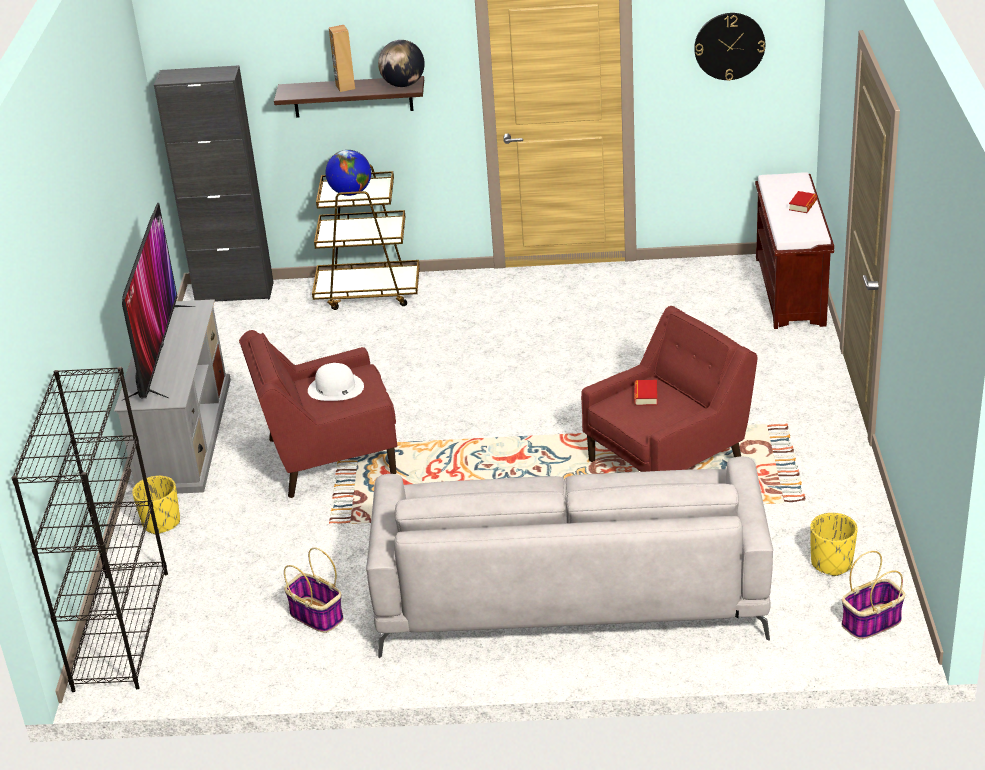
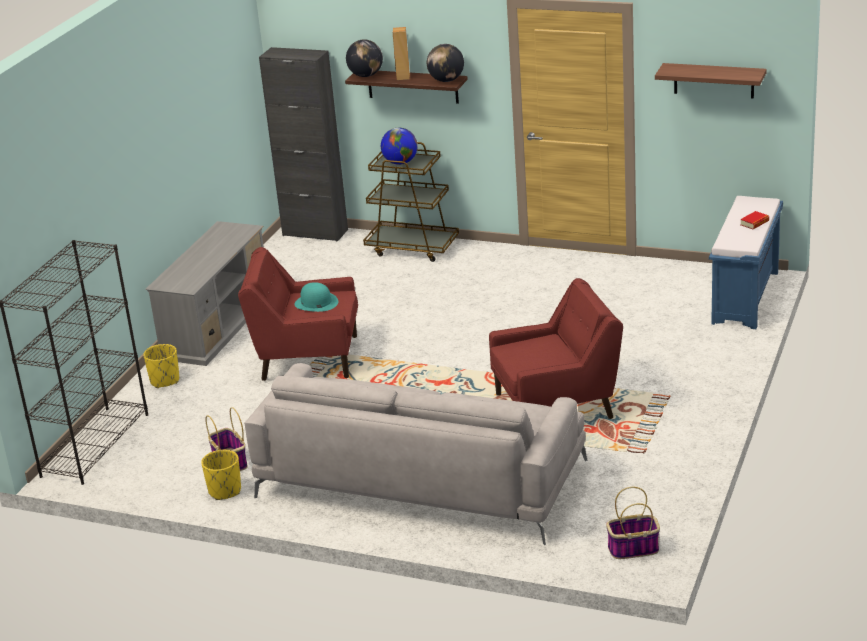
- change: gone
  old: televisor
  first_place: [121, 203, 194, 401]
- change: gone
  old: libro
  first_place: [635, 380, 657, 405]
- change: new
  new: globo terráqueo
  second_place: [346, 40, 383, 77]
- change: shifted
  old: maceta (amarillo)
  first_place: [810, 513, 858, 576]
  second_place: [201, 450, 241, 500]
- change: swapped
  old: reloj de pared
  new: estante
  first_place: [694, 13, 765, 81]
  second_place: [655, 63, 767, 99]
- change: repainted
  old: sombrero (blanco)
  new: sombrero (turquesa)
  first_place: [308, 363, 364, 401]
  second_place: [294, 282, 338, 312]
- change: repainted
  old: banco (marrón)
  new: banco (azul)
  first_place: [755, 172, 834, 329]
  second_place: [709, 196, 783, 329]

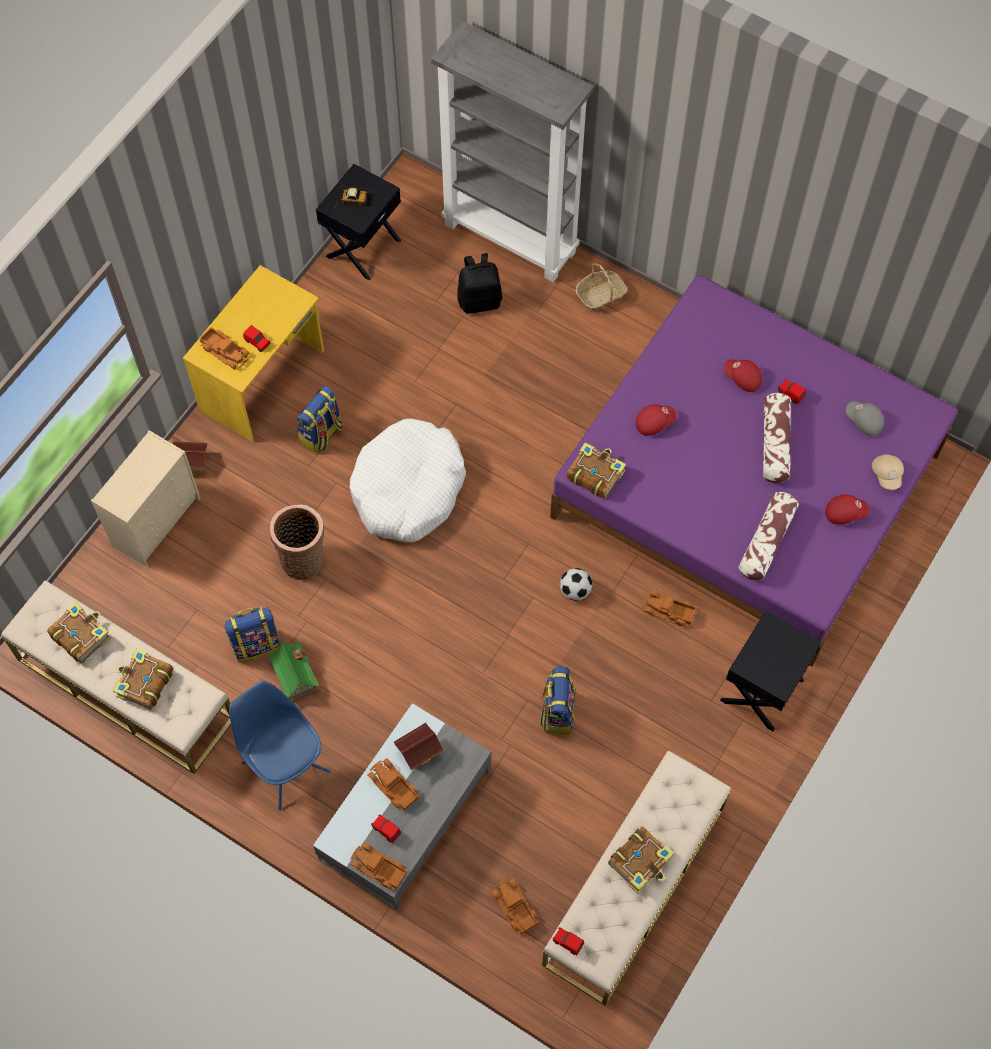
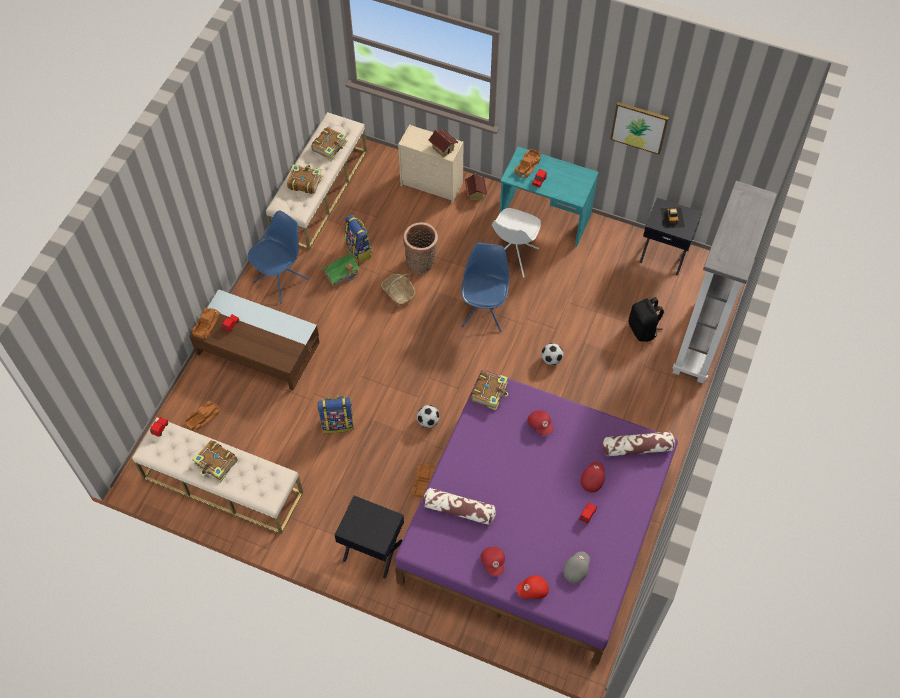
- change: gone
  old: camión de juguete
  first_place: [368, 758, 419, 811]
- change: new
  new: balón de fútbol
  second_place: [541, 343, 563, 365]
- change: new
  new: cuadro
  second_place: [610, 102, 669, 155]
- change: shifted
  old: casita
  first_place: [394, 723, 444, 770]
  second_place: [428, 130, 458, 157]
- change: shifted
  old: cesta
  first_place: [576, 263, 627, 312]
  second_place: [381, 274, 415, 305]
- change: shifted
  old: cojín
  first_place: [763, 393, 791, 483]
  second_place: [603, 431, 675, 457]
- change: swapped
  old: mochila
  new: silla (blanco)
  first_place: [297, 386, 343, 454]
  second_place: [492, 208, 541, 277]
- change: swapped
  old: cama para perro (blanco)
  new: silla (azul)
  first_place: [350, 418, 466, 542]
  second_place: [461, 243, 509, 332]
- change: repainted
  old: escritorio (amarillo)
  new: escritorio (turquesa)
  first_place: [183, 265, 324, 441]
  second_place: [500, 147, 599, 247]
- change: repainted
  old: mesa de centro (gris)
  new: mesa de centro (marrón)
  first_place: [313, 703, 491, 910]
  second_place: [189, 289, 319, 390]
- change: repainted
  old: gorra (beis)
  new: gorra (rojo)
  first_place: [872, 454, 904, 490]
  second_place: [517, 575, 549, 599]

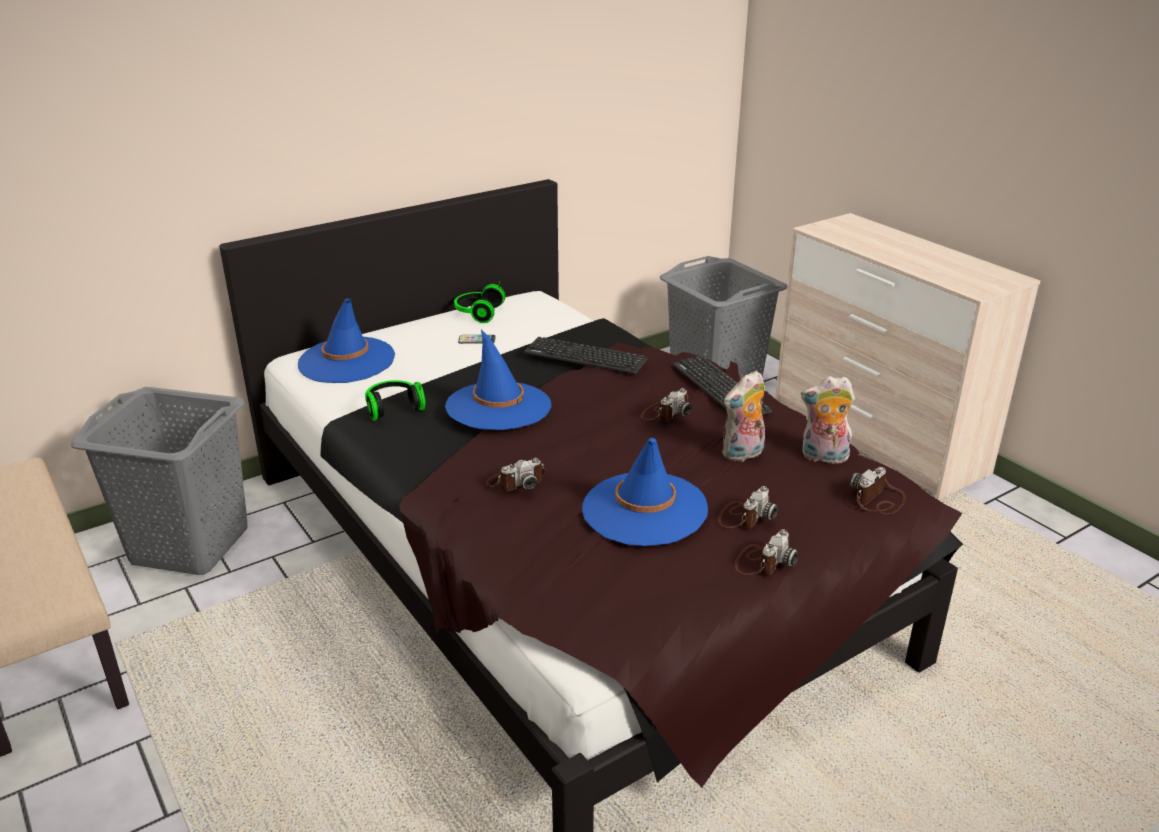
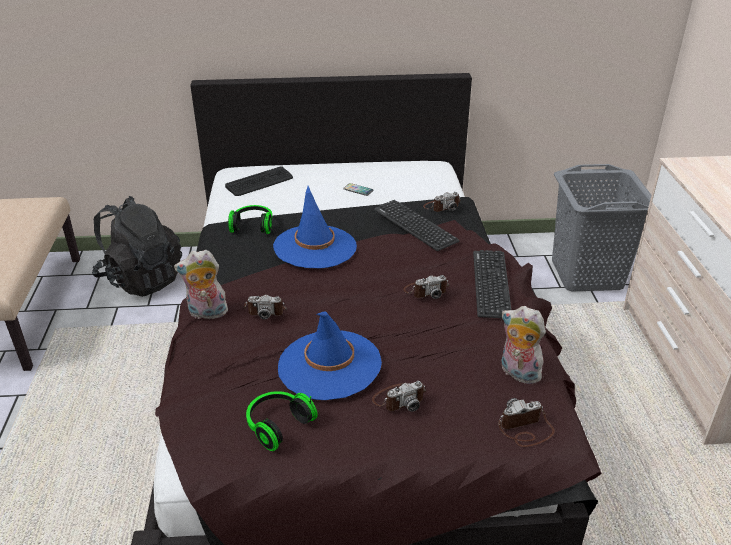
- change: shifted
  old: auriculares
  first_place: [454, 281, 505, 323]
  second_place: [246, 391, 318, 451]
- change: shifted
  old: peluche
  first_place: [722, 371, 765, 462]
  second_place: [174, 250, 231, 319]
- change: shifted
  old: cámara
  first_place: [735, 529, 799, 575]
  second_place: [423, 192, 461, 212]
- change: swapped
  old: cesto de la ropa (gris)
  new: mochila (negro)
  first_place: [70, 387, 248, 575]
  second_place: [92, 196, 182, 297]
- change: swapped
  old: sombrero (azul)
  new: teclado
  first_place: [298, 299, 395, 383]
  second_place: [225, 166, 293, 196]

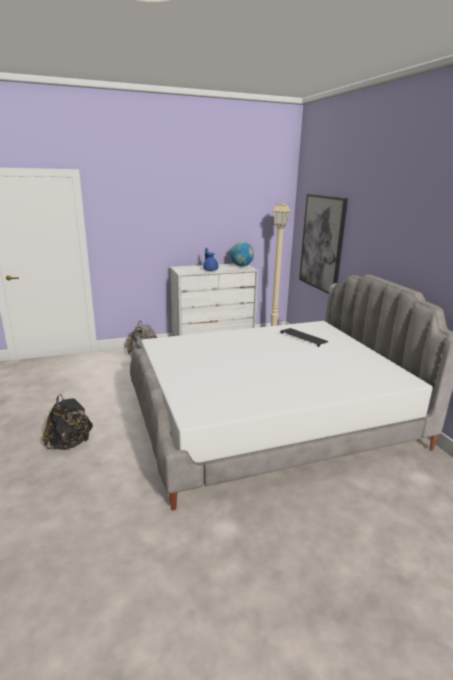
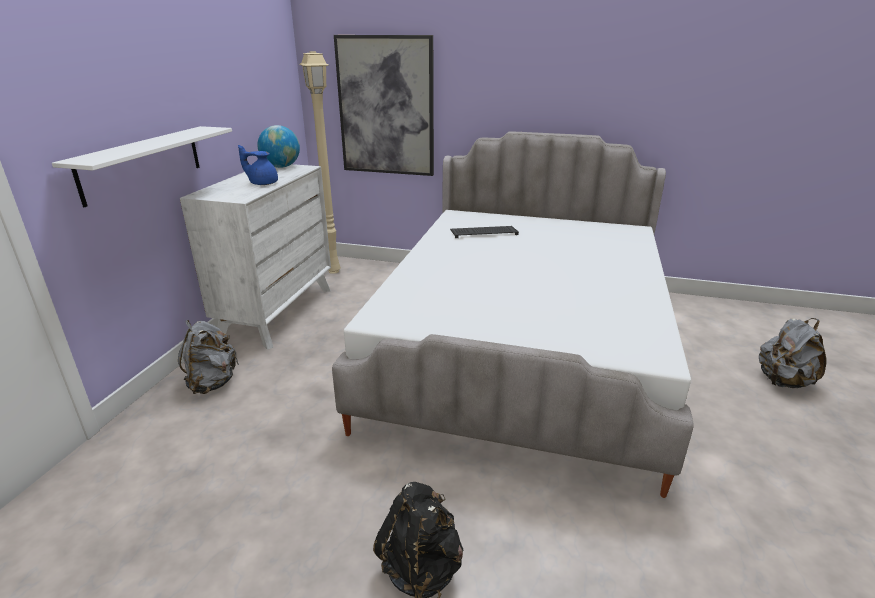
- change: new
  new: estante (blanco)
  second_place: [52, 126, 232, 207]
- change: new
  new: mochila (gris)
  second_place: [759, 318, 826, 388]

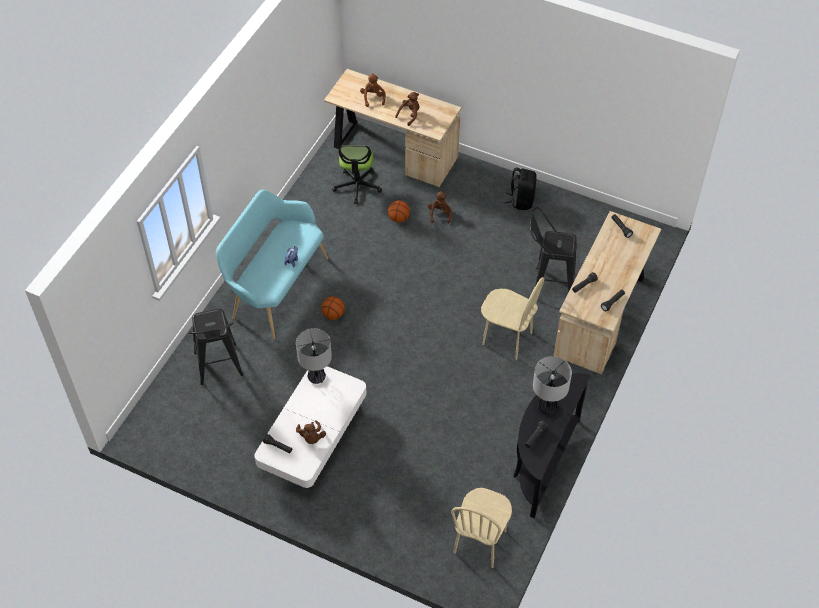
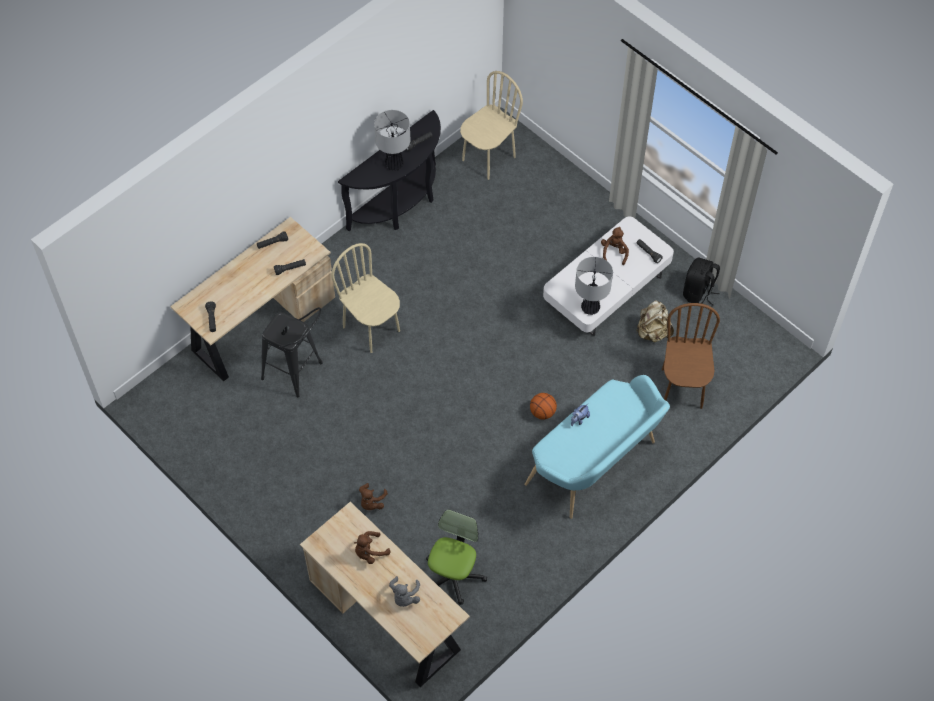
- change: gone
  old: balón de baloncesto
  first_place: [388, 200, 410, 223]
- change: new
  new: mochila (beis)
  second_place: [636, 300, 674, 343]
- change: shifted
  old: mochila (negro)
  first_place: [505, 167, 536, 210]
  second_place: [683, 258, 720, 306]
- change: swapped
  old: taburete (negro)
  new: silla (marrón)
  first_place: [188, 309, 243, 385]
  second_place: [662, 303, 720, 409]
- change: repainted
  old: peluche (marrón)
  new: peluche (gris)
  first_place: [360, 74, 386, 107]
  second_place: [389, 576, 420, 607]

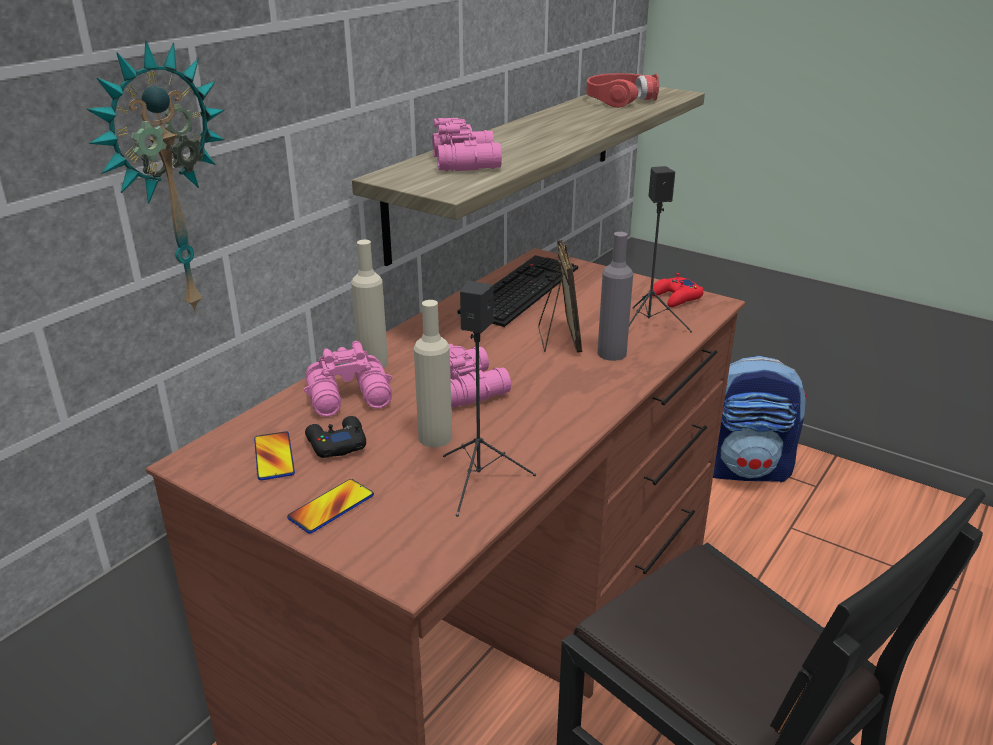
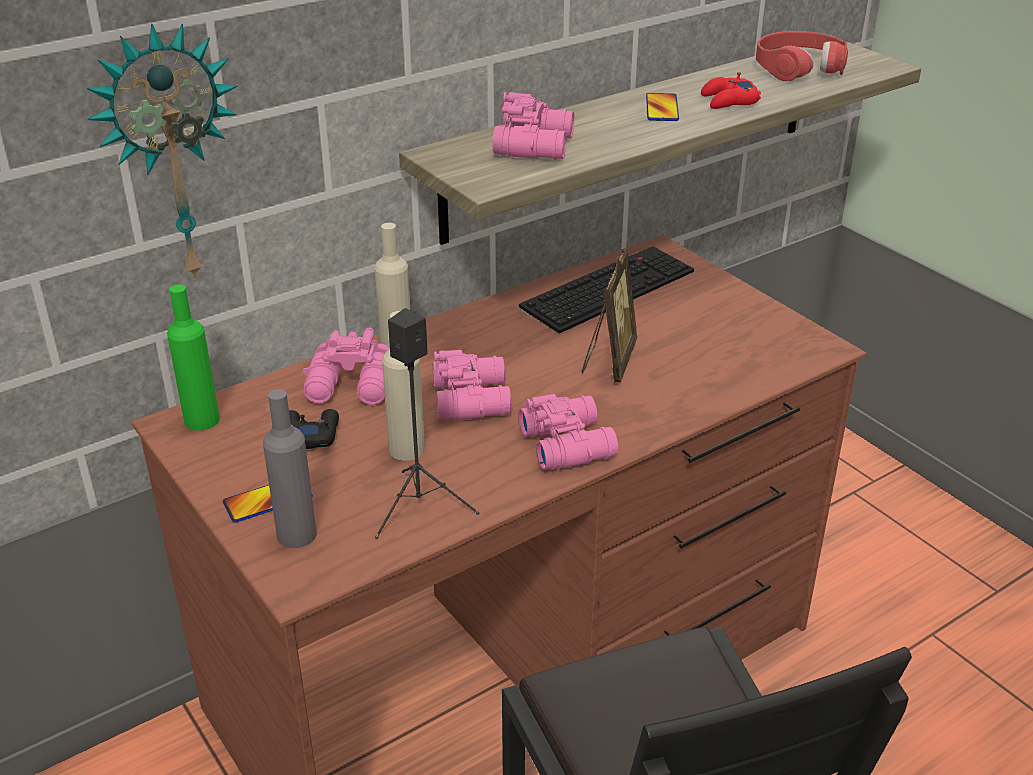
- change: gone
  old: altavoz (negro)
  first_place: [629, 166, 692, 333]
- change: gone
  old: mochila
  first_place: [713, 356, 807, 483]
- change: new
  new: botella (verde)
  second_place: [167, 285, 220, 431]
- change: new
  new: prismáticos (rosa)
  second_place: [519, 394, 618, 470]
- change: shifted
  old: móvil
  first_place: [254, 431, 295, 480]
  second_place: [646, 93, 679, 121]
- change: shifted
  old: botella (gris)
  first_place: [597, 232, 633, 361]
  second_place: [263, 389, 317, 548]
- change: shifted
  old: mando de consola (rojo)
  first_place: [652, 273, 704, 307]
  second_place: [701, 72, 761, 109]

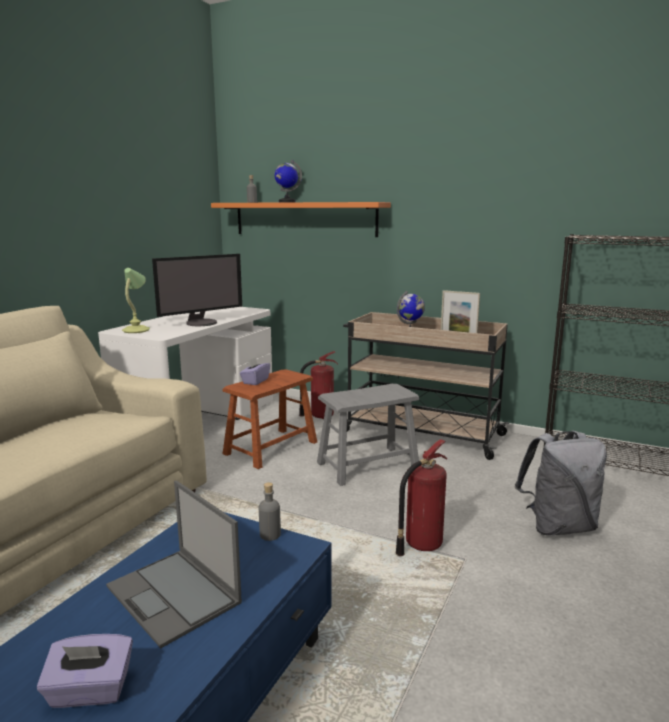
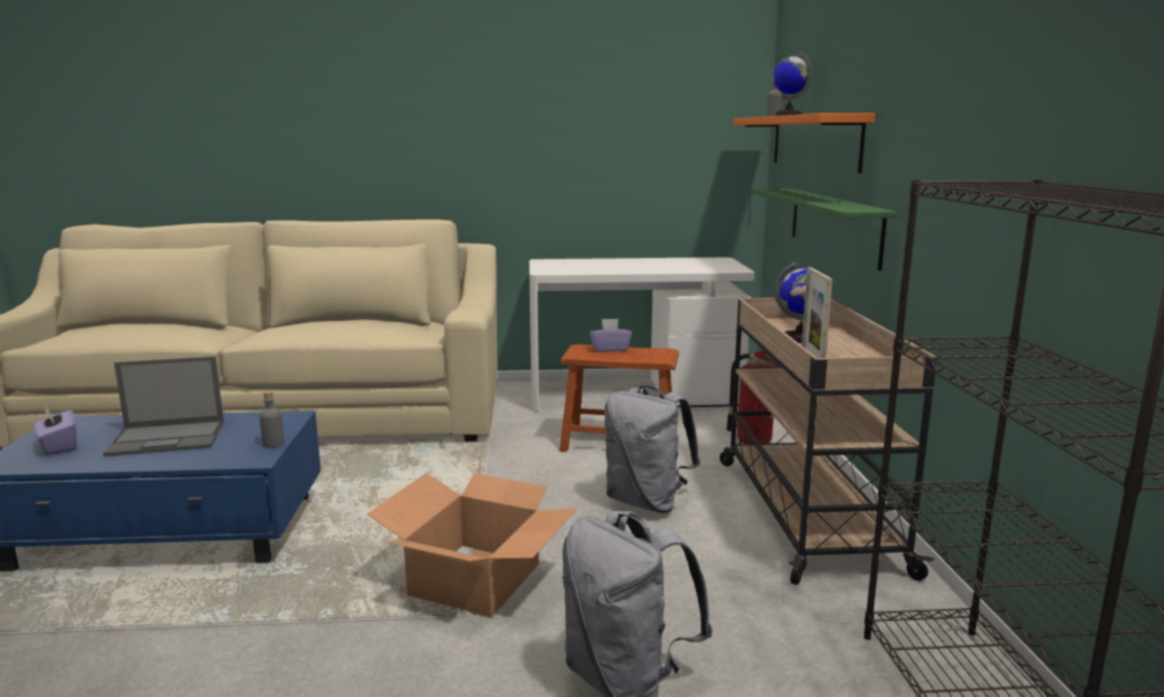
- change: gone
  old: lámpara de mesa
  first_place: [122, 268, 150, 333]
- change: gone
  old: monitor
  first_place: [152, 254, 242, 326]
- change: new
  new: estante (verde)
  second_place: [752, 189, 898, 271]
- change: swapped
  old: taburete (gris)
  new: mochila (gris)
  first_place: [317, 384, 419, 486]
  second_place: [605, 386, 700, 513]
- change: swapped
  old: extintor
  new: caja de cartón
  first_place: [396, 439, 447, 556]
  second_place: [367, 473, 577, 618]
- change: rotated
  old: portátil
  first_place: [106, 480, 242, 648]
  second_place: [103, 356, 224, 456]
  degrees: -120

